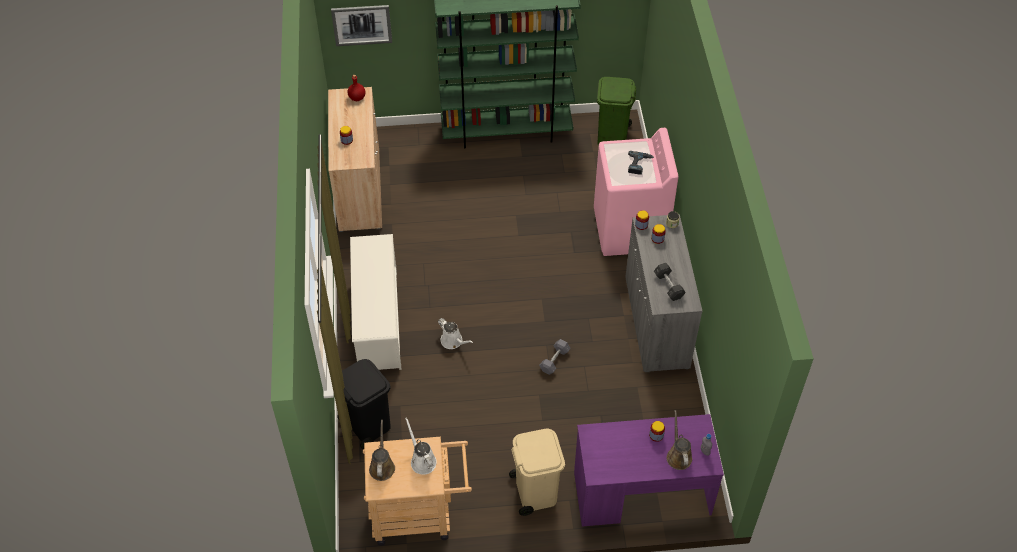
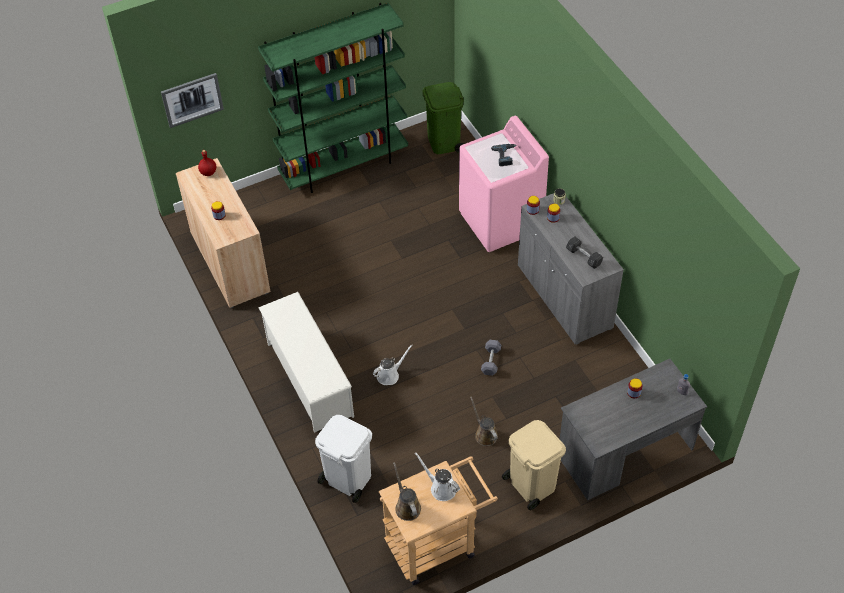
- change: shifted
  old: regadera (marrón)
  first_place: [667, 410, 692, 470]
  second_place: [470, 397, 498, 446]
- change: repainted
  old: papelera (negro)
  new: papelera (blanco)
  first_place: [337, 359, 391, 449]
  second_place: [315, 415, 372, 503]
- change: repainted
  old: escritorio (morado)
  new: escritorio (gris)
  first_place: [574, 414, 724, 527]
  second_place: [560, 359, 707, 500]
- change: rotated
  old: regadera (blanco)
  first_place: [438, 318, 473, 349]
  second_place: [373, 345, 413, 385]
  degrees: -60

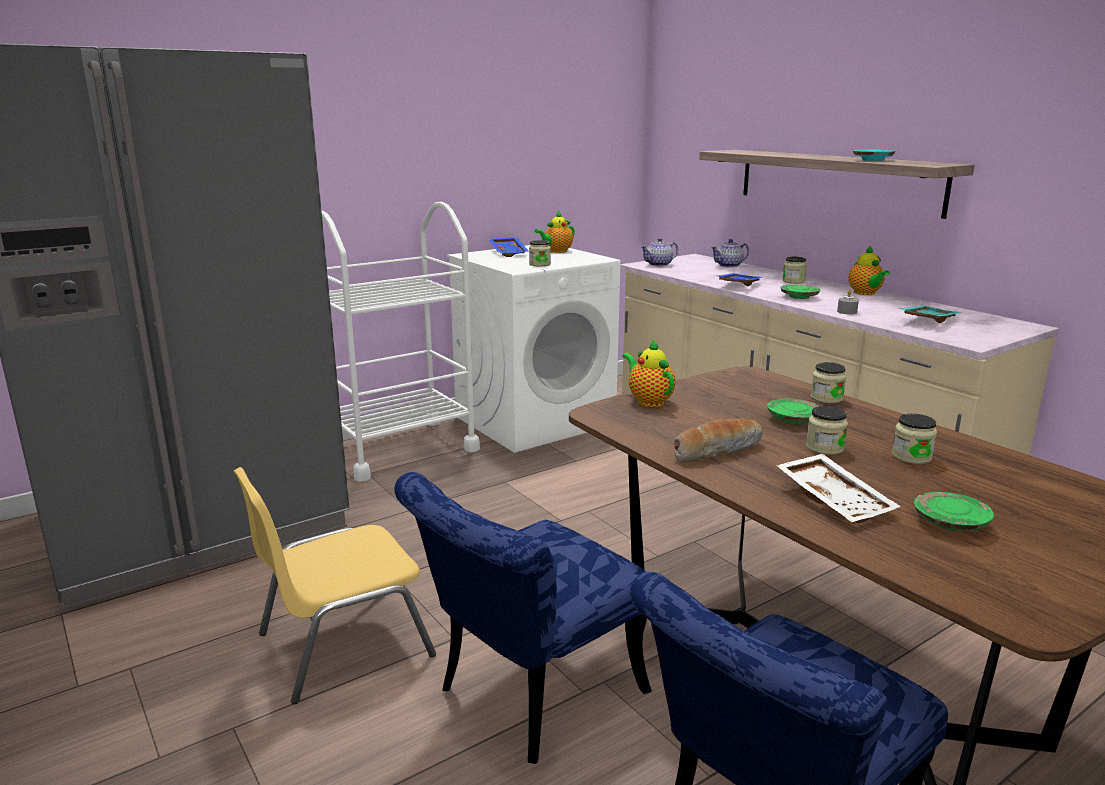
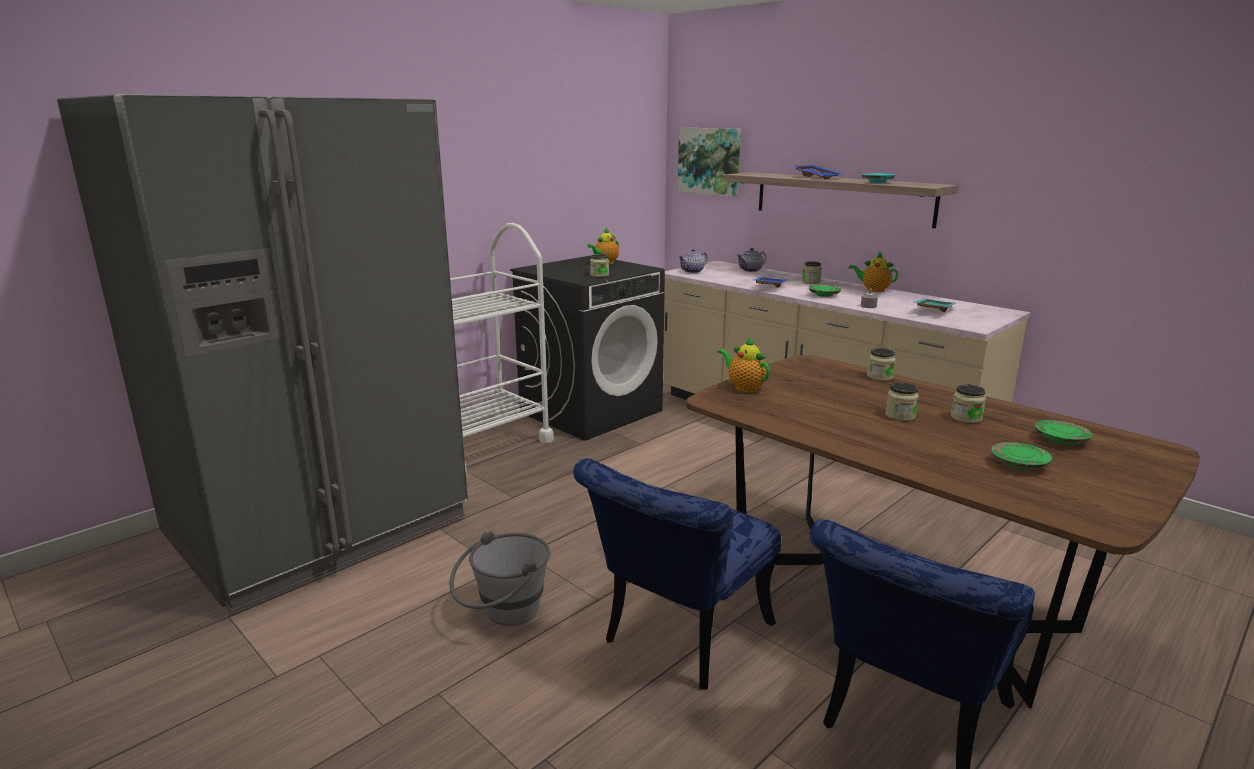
- change: gone
  old: pan
  first_place: [674, 418, 763, 463]
- change: gone
  old: bandeja (blanco)
  first_place: [776, 454, 901, 523]
- change: new
  new: cuadro
  second_place: [678, 128, 741, 197]
- change: shifted
  old: bandeja (azul)
  first_place: [489, 237, 529, 257]
  second_place: [792, 165, 843, 179]
- change: shifted
  old: plato (verde)
  first_place: [767, 398, 818, 424]
  second_place: [1035, 420, 1093, 445]
- change: swapped
  old: silla (amarillo)
  new: cubo (gris)
  first_place: [233, 467, 436, 704]
  second_place: [450, 530, 550, 626]
- change: repainted
  old: lavadora (blanco)
  new: lavadora (negro)
  first_place: [447, 245, 621, 453]
  second_place: [510, 256, 665, 441]
- change: rotated
  old: tetera
  first_place: [848, 246, 890, 295]
  second_place: [849, 252, 898, 292]
  degrees: 135

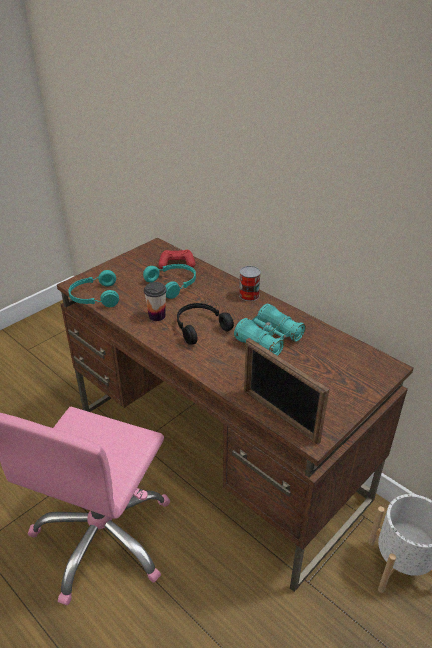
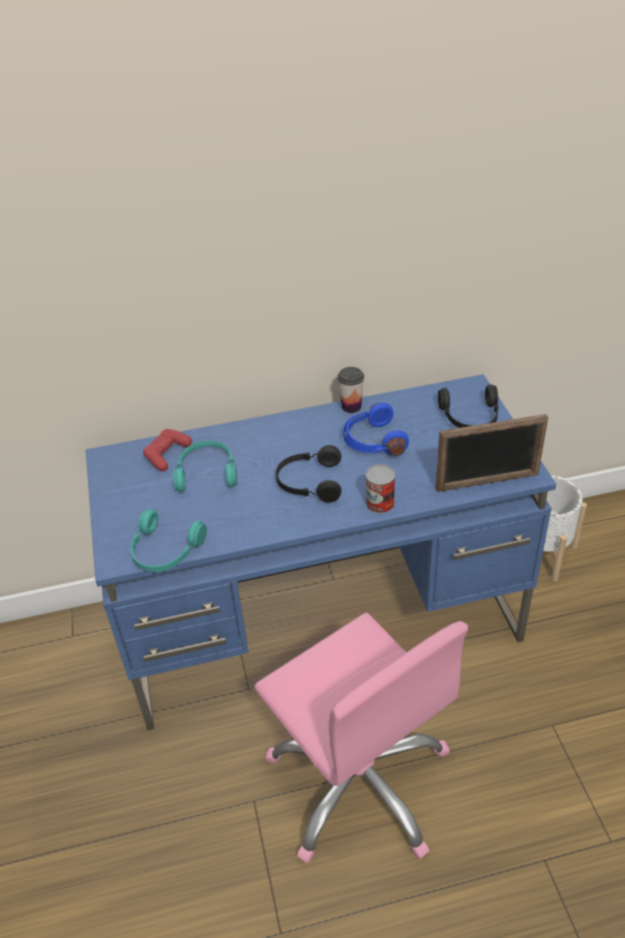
- change: new
  new: auriculares (negro)
  second_place: [438, 384, 498, 428]
- change: shifted
  old: taza
  first_place: [144, 282, 167, 321]
  second_place: [337, 367, 364, 413]
- change: shifted
  old: lata
  first_place: [239, 266, 261, 301]
  second_place: [366, 464, 395, 514]
- change: swapped
  old: prismáticos (turquesa)
  new: auriculares (azul)
  first_place: [234, 304, 306, 356]
  second_place: [343, 403, 409, 456]
- change: repainted
  old: escritorio (marrón)
  new: escritorio (azul)
  first_place: [57, 238, 414, 592]
  second_place: [86, 374, 556, 730]

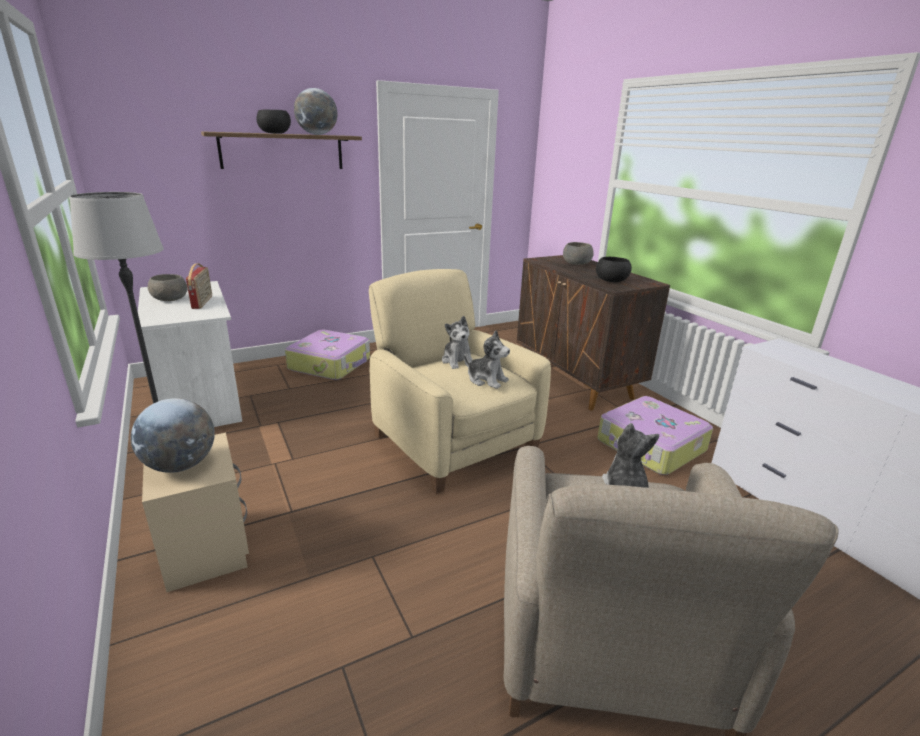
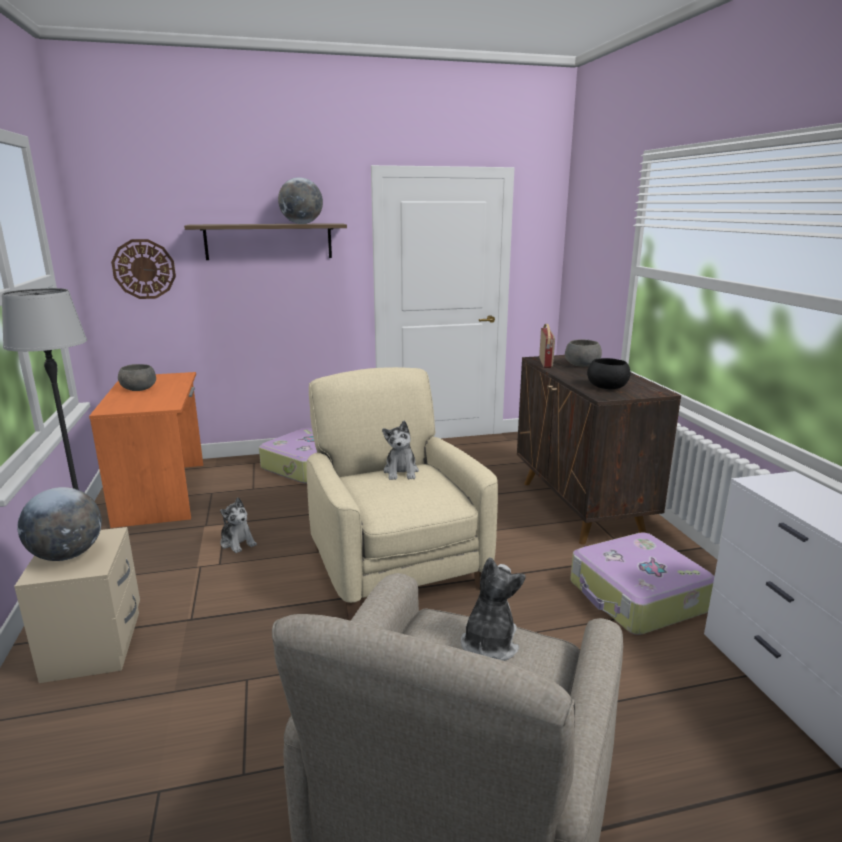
- change: gone
  old: cuenco (negro)
  first_place: [257, 109, 291, 134]
- change: new
  new: reloj de pared
  second_place: [111, 239, 176, 299]
- change: shifted
  old: radio
  first_place: [186, 264, 212, 309]
  second_place: [539, 324, 555, 368]
- change: shifted
  old: peluche
  first_place: [464, 331, 510, 389]
  second_place: [220, 498, 257, 553]
- change: repainted
  old: escritorio (blanco)
  new: escritorio (naranja)
  first_place: [138, 281, 242, 427]
  second_place: [89, 372, 203, 528]

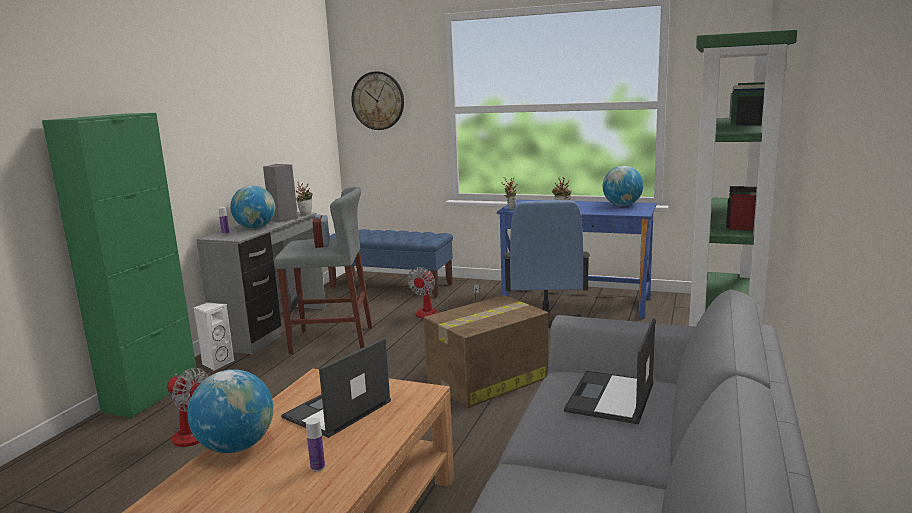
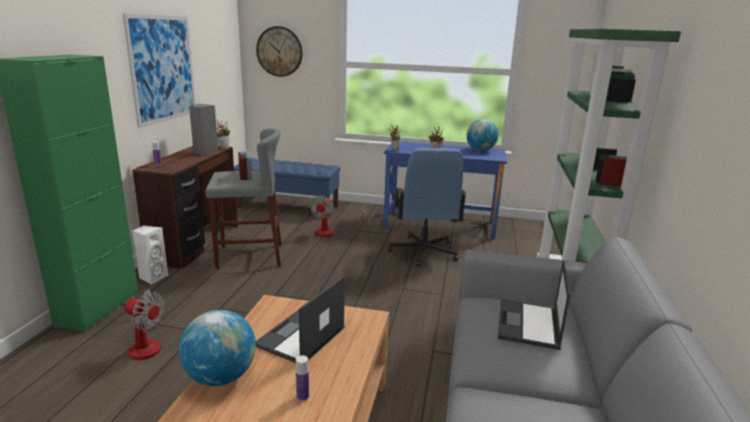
- change: gone
  old: globo terráqueo
  first_place: [230, 185, 275, 229]
- change: gone
  old: caja de cartón
  first_place: [423, 295, 549, 408]
- change: new
  new: cuadro
  second_place: [123, 13, 196, 128]
- change: repainted
  old: escritorio (gris)
  new: escritorio (marrón)
  first_place: [196, 212, 326, 355]
  second_place: [132, 146, 238, 269]

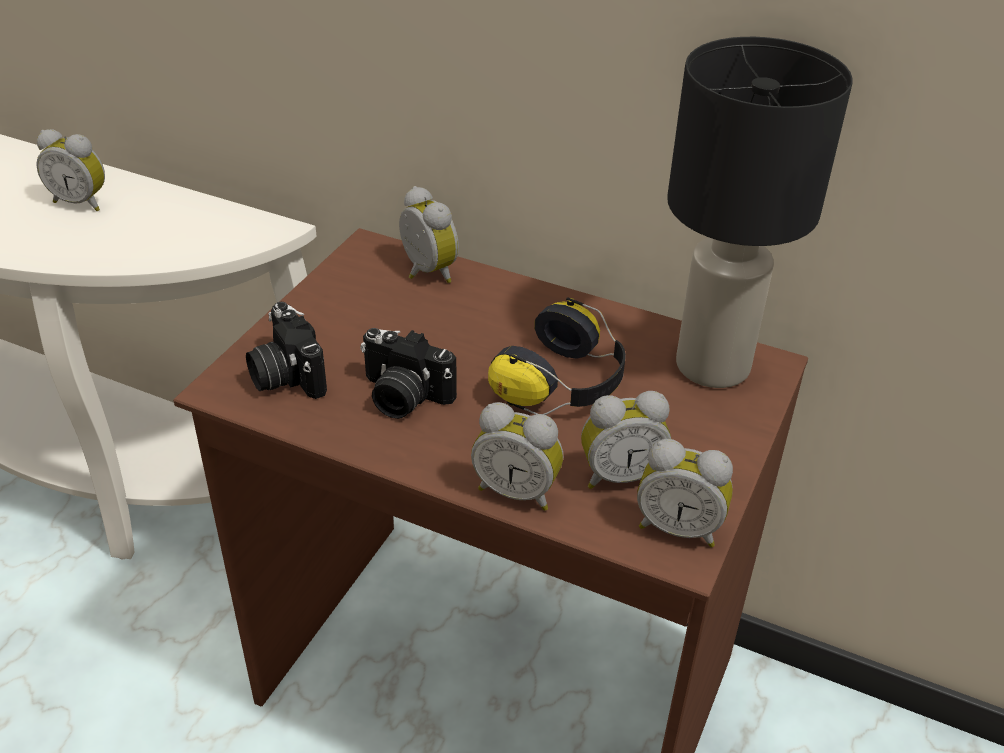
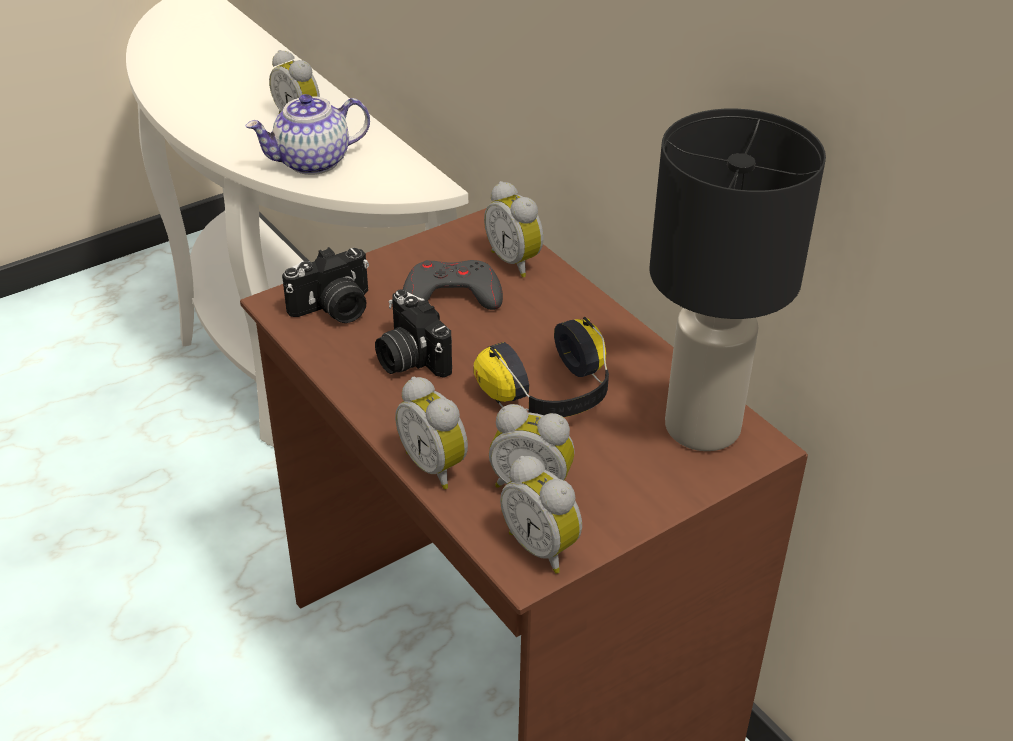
- change: new
  new: tetera
  second_place: [245, 94, 370, 175]
- change: new
  new: mando de consola (gris)
  second_place: [403, 260, 503, 310]
- change: rotated
  old: cámara
  first_place: [246, 302, 327, 399]
  second_place: [282, 247, 369, 323]
  degrees: -120
- change: rotated
  old: despertador
  first_place: [399, 186, 459, 283]
  second_place: [484, 181, 543, 278]
  degrees: 150

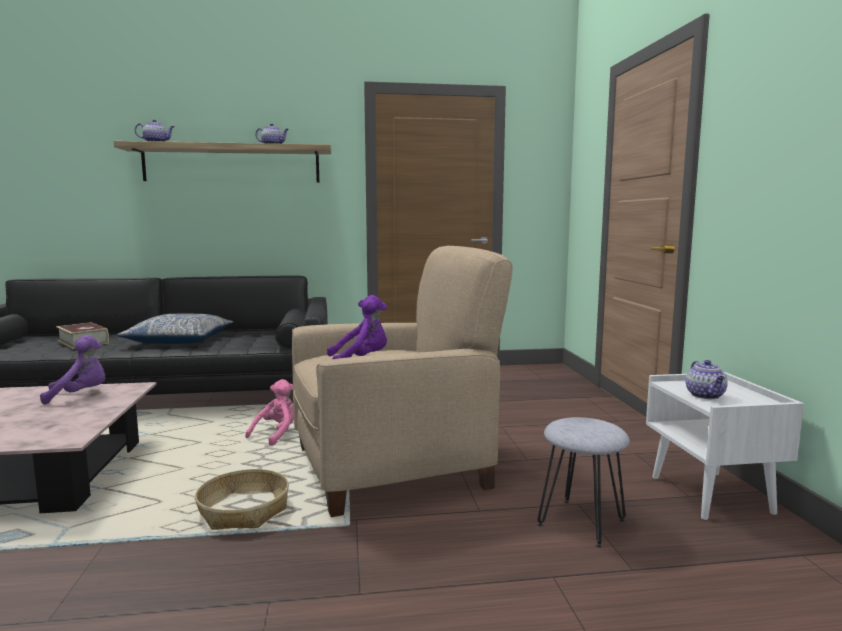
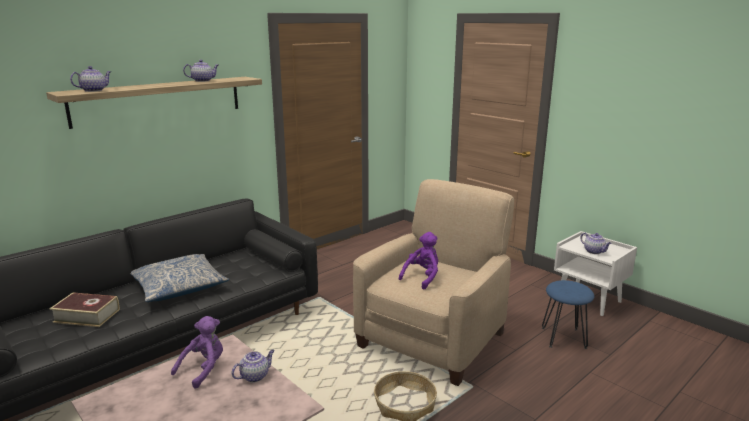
- change: gone
  old: peluche (rosa)
  first_place: [245, 379, 294, 446]
- change: new
  new: tetera
  second_place: [232, 350, 275, 383]
- change: repainted
  old: taburete (gris)
  new: taburete (azul)
  first_place: [538, 417, 630, 548]
  second_place: [542, 280, 594, 349]

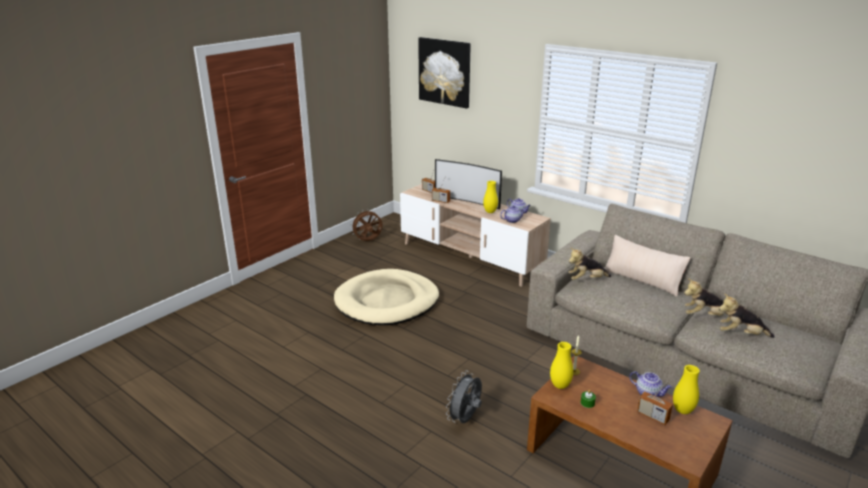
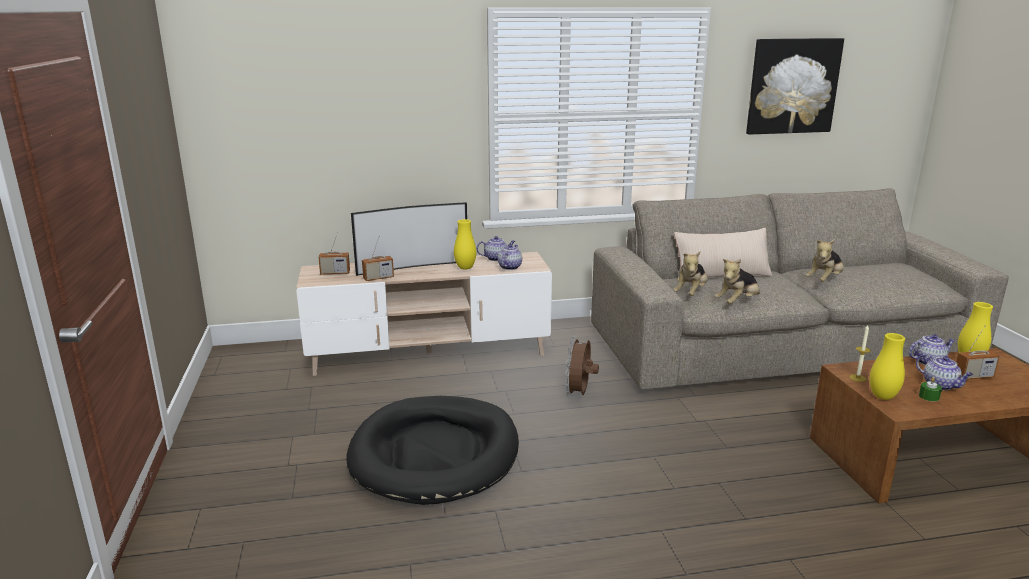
- change: gone
  old: ventilador (gris)
  first_place: [446, 371, 482, 423]
- change: new
  new: tetera
  second_place: [916, 354, 973, 390]
- change: shifted
  old: ventilador (marrón)
  first_place: [350, 209, 383, 241]
  second_place: [565, 335, 599, 398]
- change: shifted
  old: cuadro
  first_place: [418, 37, 471, 108]
  second_place: [746, 38, 844, 135]
- change: shifted
  old: peluche
  first_place: [719, 294, 775, 338]
  second_place: [715, 259, 760, 304]
- change: repainted
  old: cama para perro (beis)
  new: cama para perro (negro)
  first_place: [334, 269, 439, 325]
  second_place: [347, 396, 519, 505]

